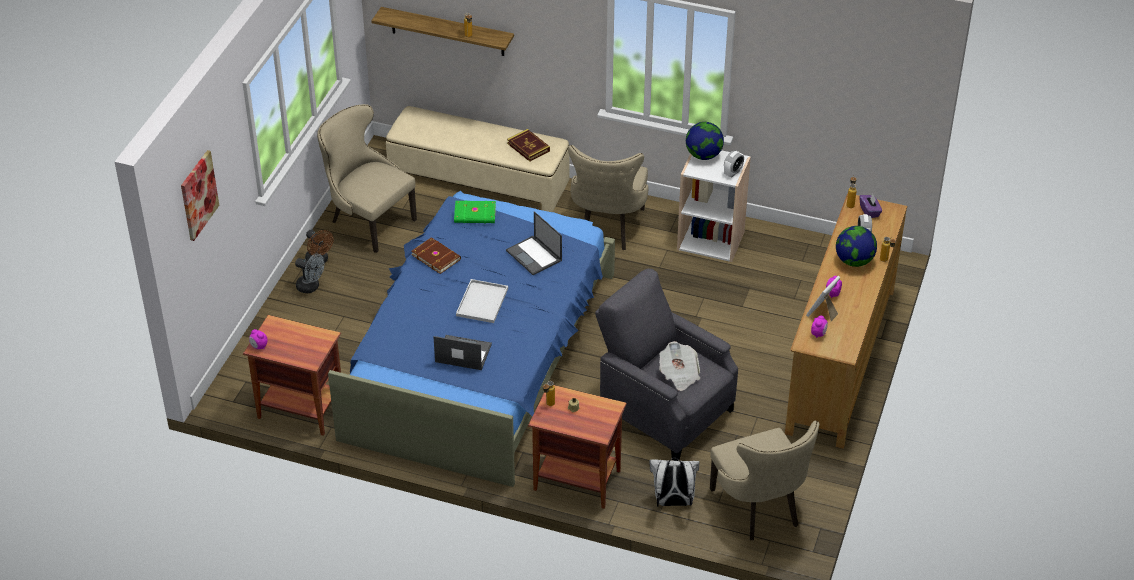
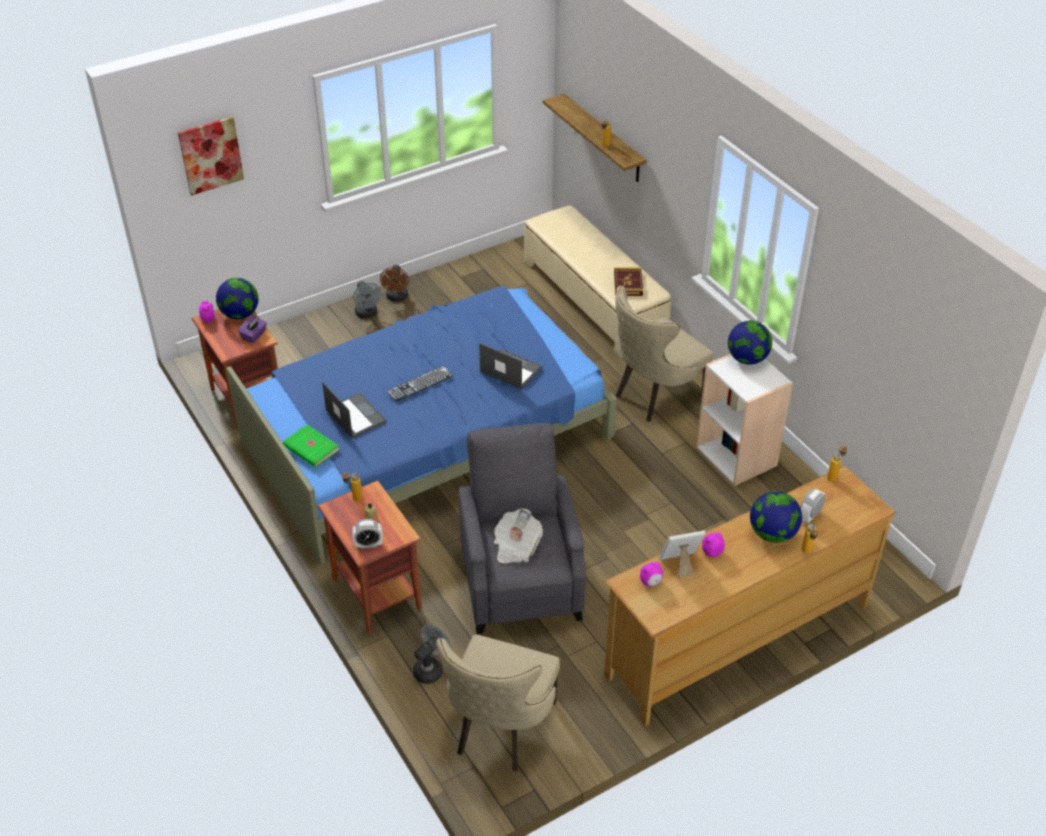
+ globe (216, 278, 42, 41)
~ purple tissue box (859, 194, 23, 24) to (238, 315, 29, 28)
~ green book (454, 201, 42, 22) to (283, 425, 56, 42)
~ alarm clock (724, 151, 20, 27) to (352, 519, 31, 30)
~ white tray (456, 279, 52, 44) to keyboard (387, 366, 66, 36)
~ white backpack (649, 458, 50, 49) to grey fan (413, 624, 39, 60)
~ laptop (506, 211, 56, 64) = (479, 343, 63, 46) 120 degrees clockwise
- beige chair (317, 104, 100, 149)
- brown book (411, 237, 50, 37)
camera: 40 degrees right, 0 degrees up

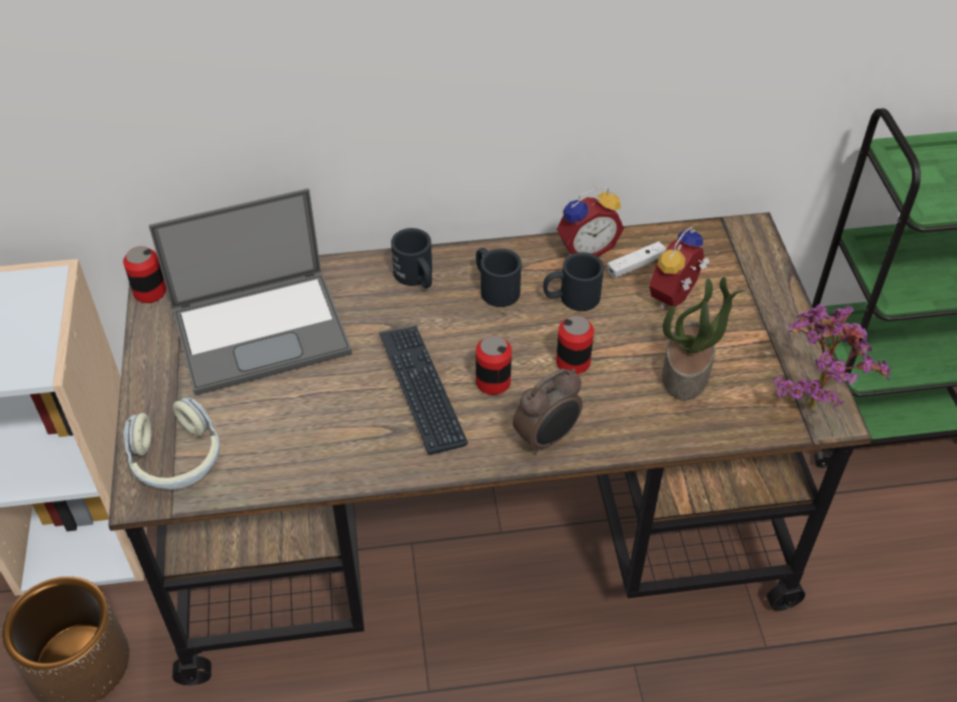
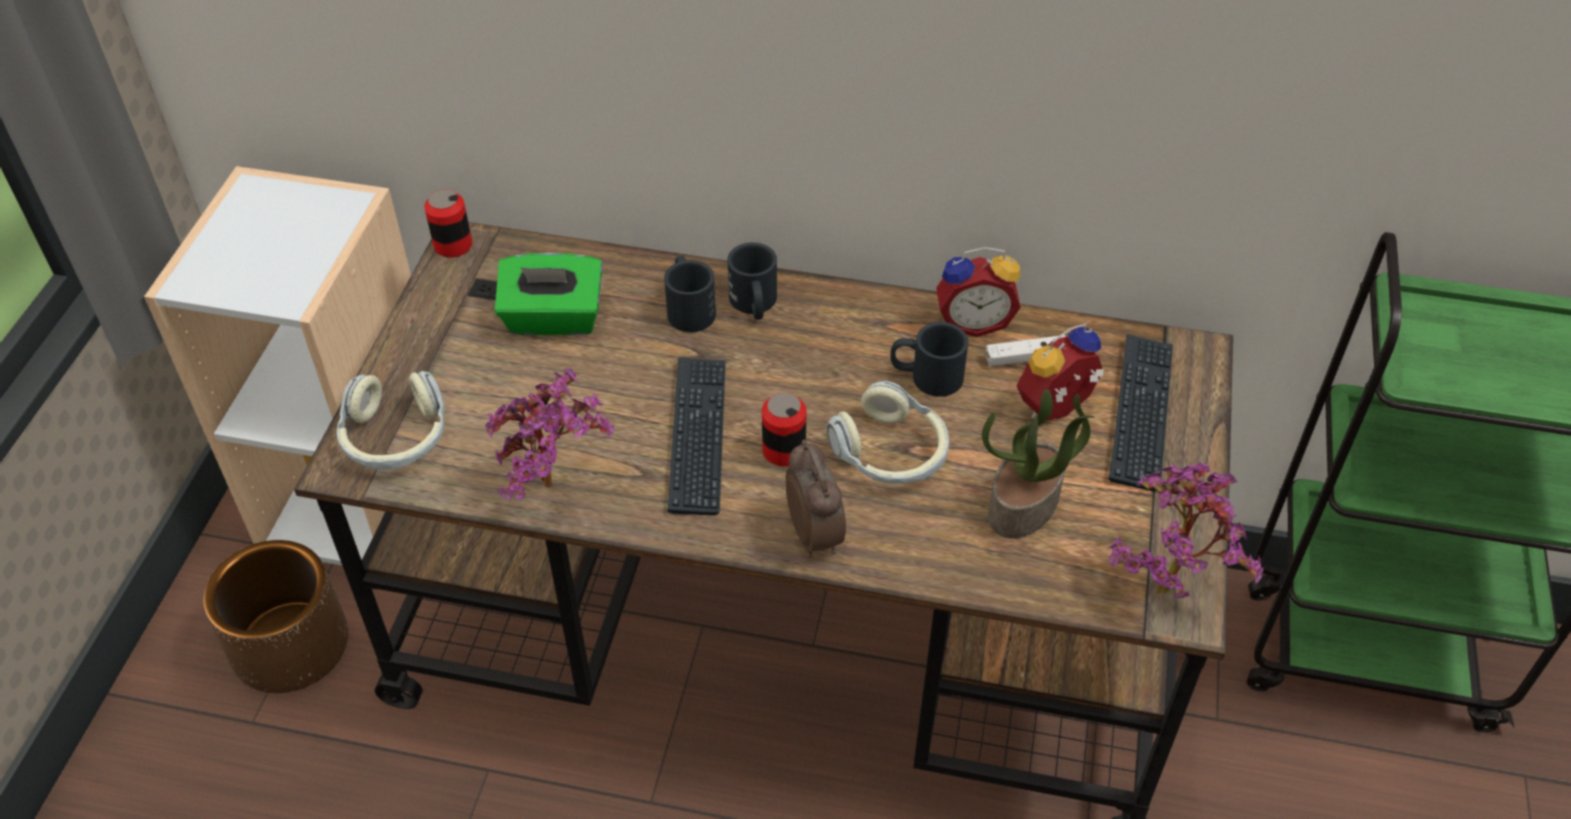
+ potted plant (485, 369, 129, 132)
~ laptop (149, 188, 203, 208) to green tissue box (494, 253, 109, 82)
~ black mug (476, 248, 46, 59) to (664, 256, 52, 76)
~ alarm clock (513, 368, 70, 87) = (786, 440, 60, 117) 90 degrees counterclockwise
~ can (556, 316, 38, 58) to headphones (827, 381, 122, 103)
+ keyboard (1108, 334, 65, 158)
camera: 20 degrees right, 0 degrees up

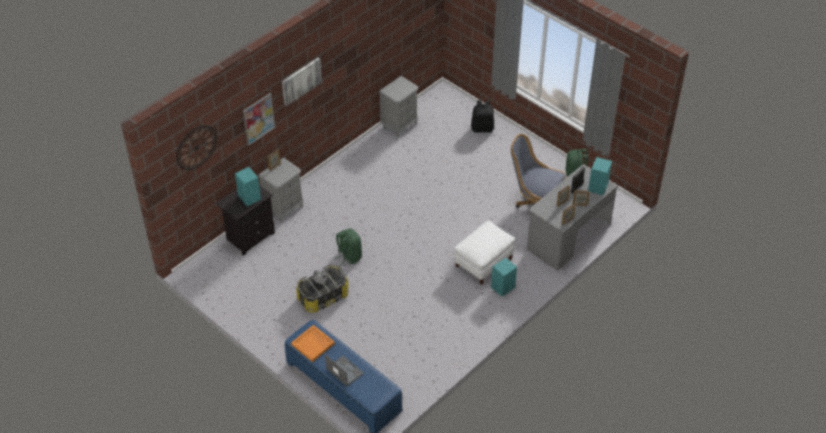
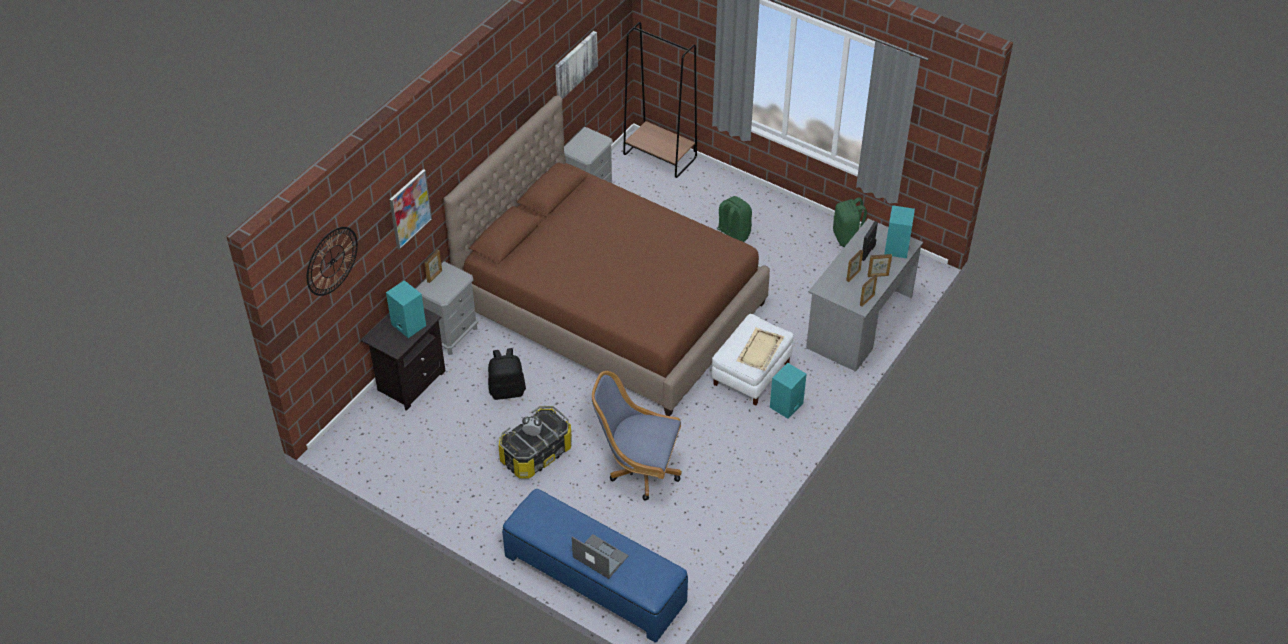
+ brown bed (443, 96, 327, 320)
~ black backpack (471, 100, 23, 33) to (488, 348, 38, 52)
~ picture (282, 58, 40, 49) to (555, 31, 43, 68)
~ blue office chair (511, 134, 55, 74) to (592, 371, 90, 130)
+ clothes rack (623, 22, 74, 156)
~ green backpack (334, 228, 28, 38) to (717, 196, 35, 46)
+ beige tray (736, 327, 48, 44)
- orange tray (291, 325, 44, 37)
camera: 10 degrees left, 0 degrees up

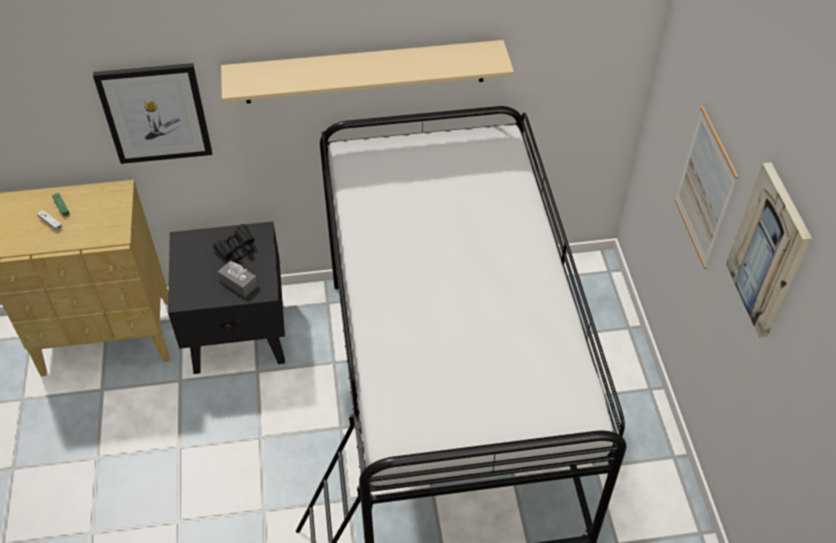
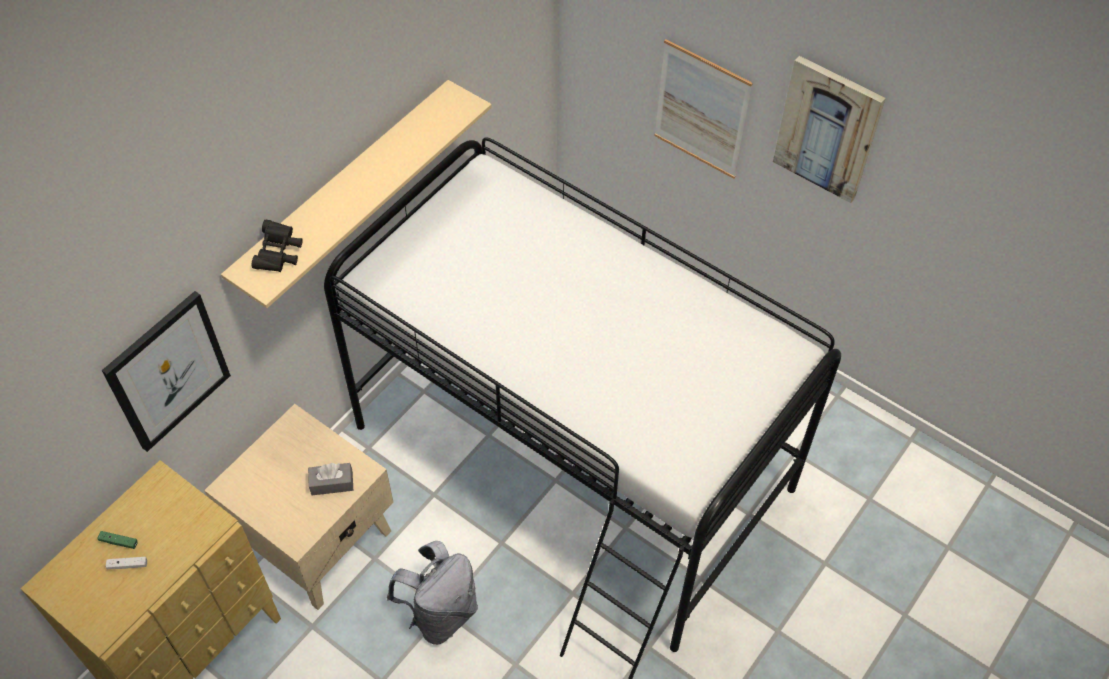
~ black nightstand (168, 221, 117, 153) to beige nightstand (204, 404, 189, 206)
~ black binoculars (213, 224, 42, 38) to (252, 219, 51, 53)
+ grey backpack (387, 541, 91, 104)
camera: 45 degrees left, 5 degrees up

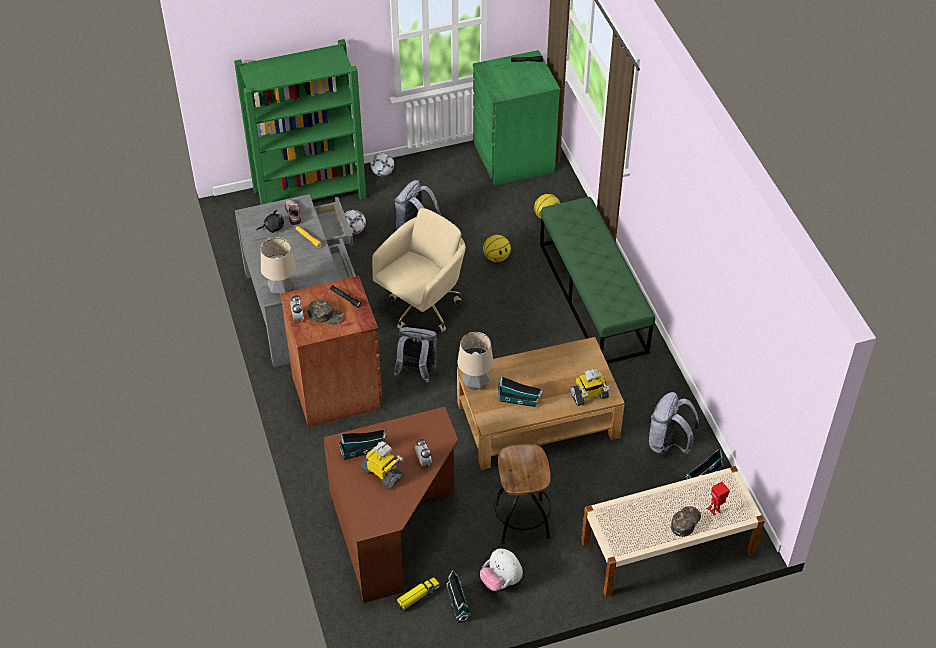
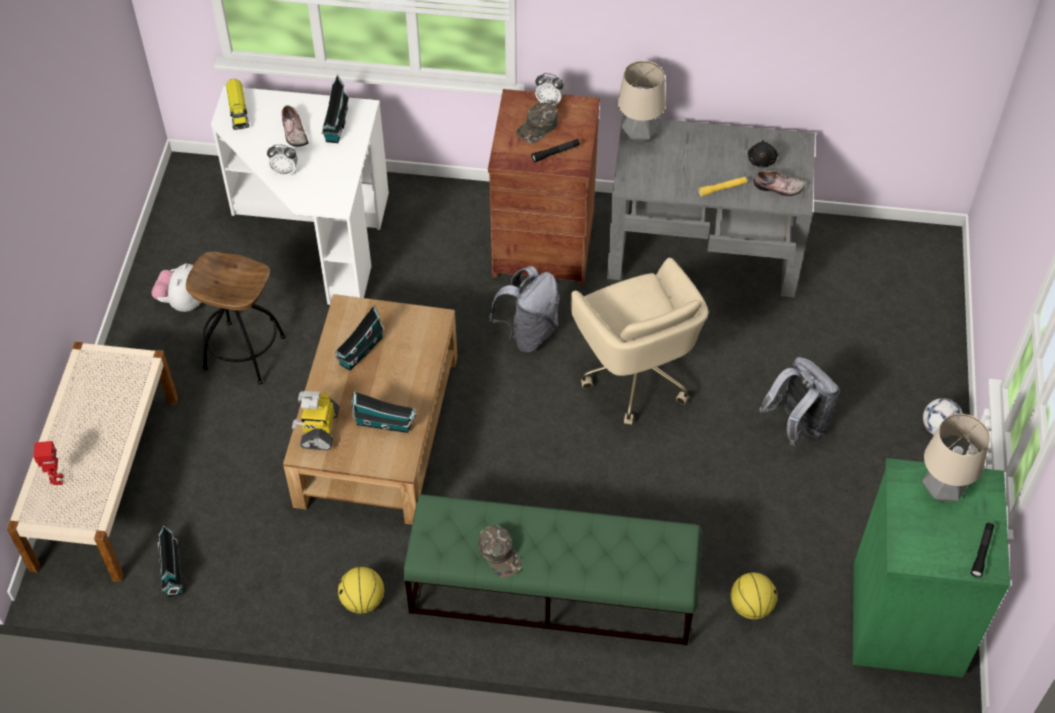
~ plush toy (480, 548, 43, 43) = (151, 263, 50, 49) 60 degrees counterclockwise
~ brown desk (323, 407, 135, 196) to white desk (211, 86, 178, 219)
~ toy truck (396, 577, 44, 35) to (226, 79, 23, 51)
~ toy robot (361, 441, 43, 48) to shoe (282, 105, 26, 42)
~ basketball (483, 235, 28, 27) to (338, 567, 46, 47)
~ toy house (446, 570, 25, 53) to (351, 391, 66, 42)
~ green cap (671, 506, 30, 31) to (478, 525, 44, 53)
~ table lamp (457, 332, 37, 59) to (922, 414, 68, 88)
- green bookcase (234, 39, 132, 166)
- football (345, 210, 21, 25)
- grey backpack (649, 392, 50, 62)
camera: 115 degrees right, 5 degrees up

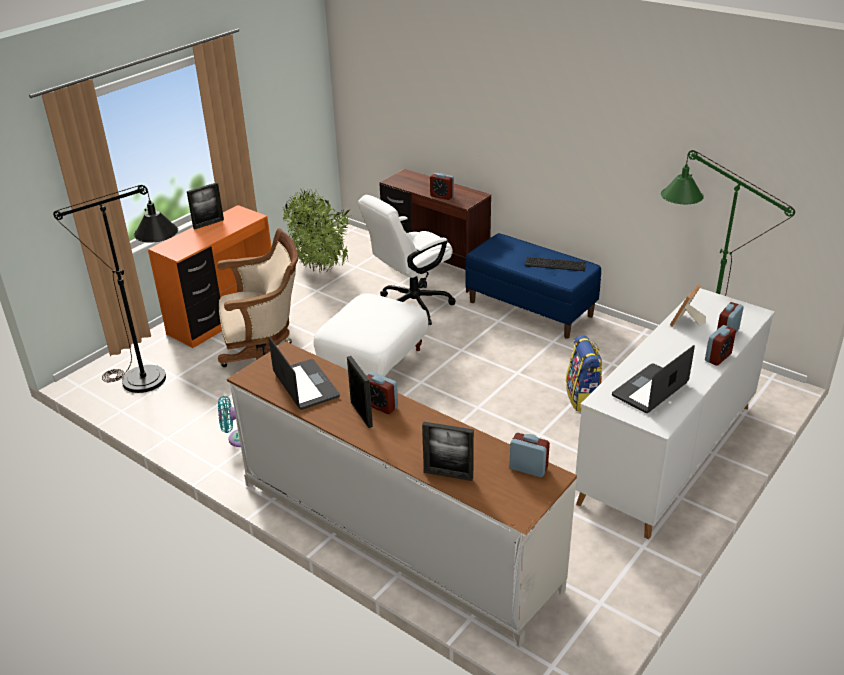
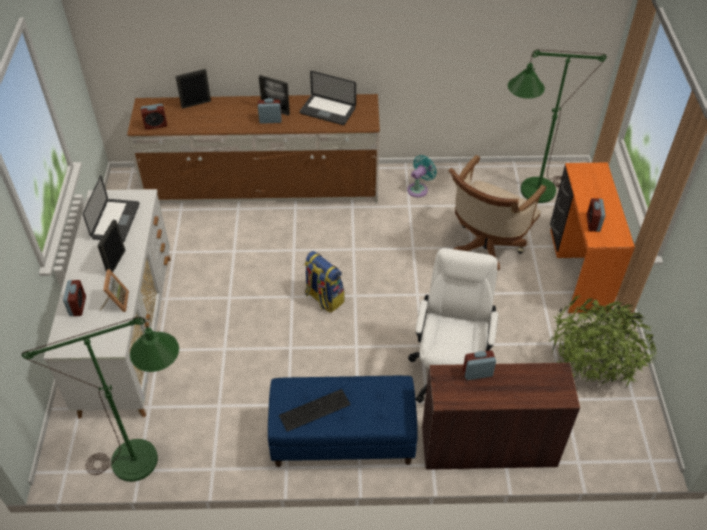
~ picture frame (187, 182, 37, 47) to (97, 220, 29, 52)
~ backpack (566, 335, 36, 76) to (304, 251, 40, 62)
~ black floor lamp (53, 185, 125, 208) to green floor lamp (508, 49, 99, 154)
~ alarm clock (705, 325, 31, 41) to (587, 198, 18, 34)
- white ottoman (314, 293, 114, 83)
camera: 140 degrees right, 15 degrees up

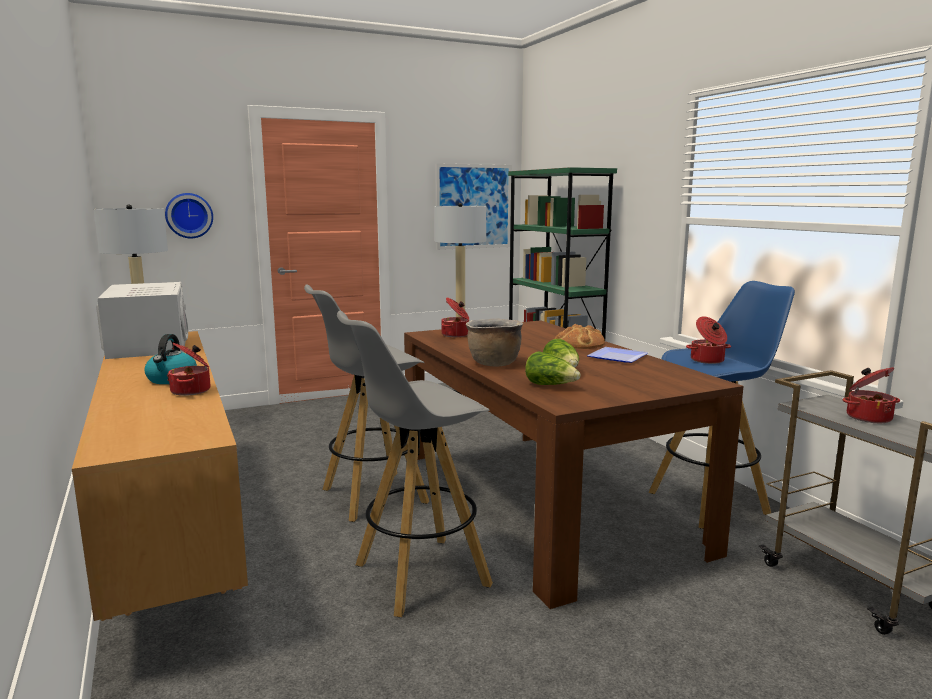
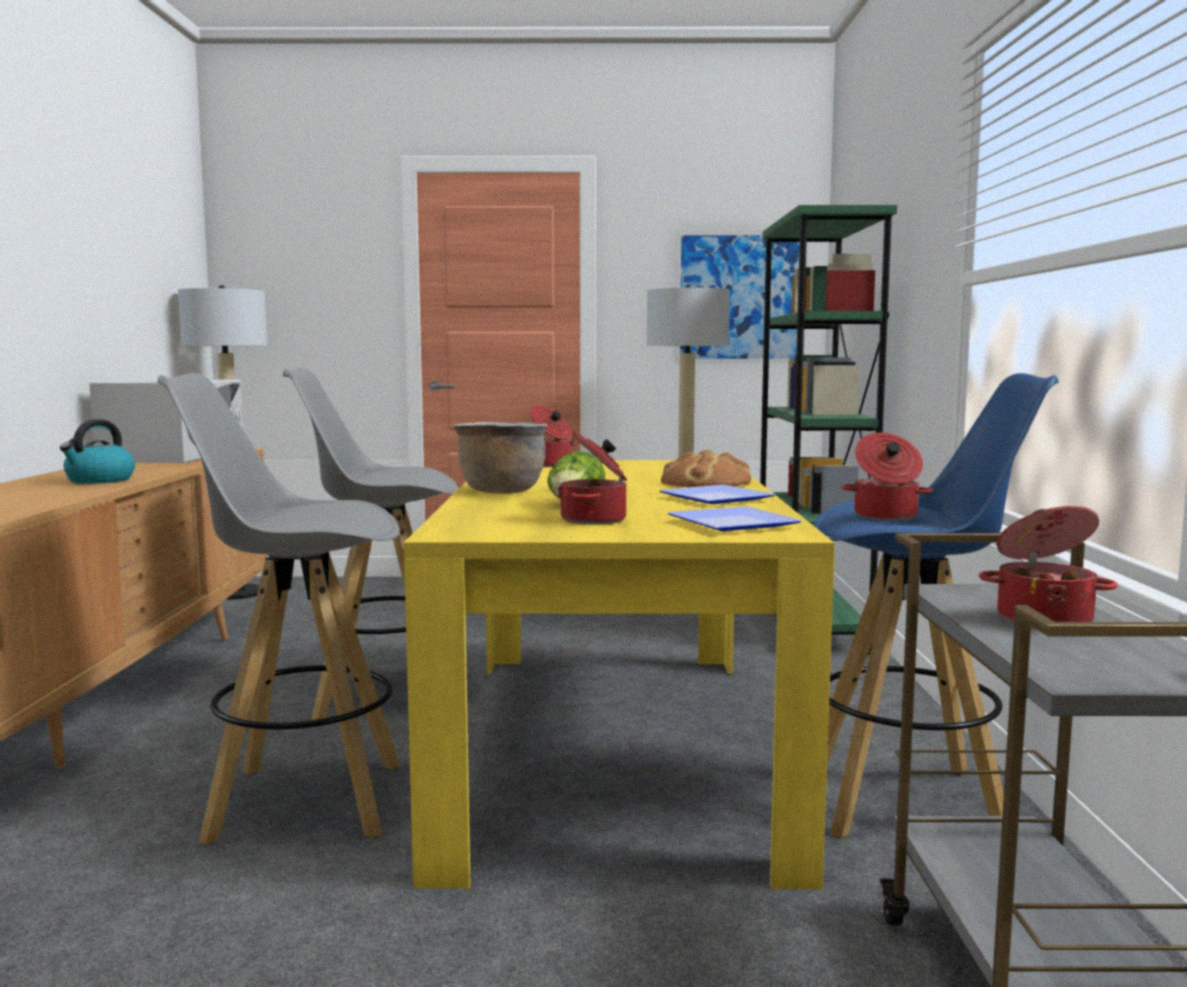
~ brown dining table (404, 320, 340, 289) to yellow dining table (404, 460, 431, 429)
~ cooking pot (167, 343, 44, 53) to (558, 432, 69, 93)
+ plate (668, 506, 133, 25)
- wall clock (165, 193, 48, 45)
- lettuce (525, 351, 56, 34)
camera: 25 degrees right, 5 degrees down

